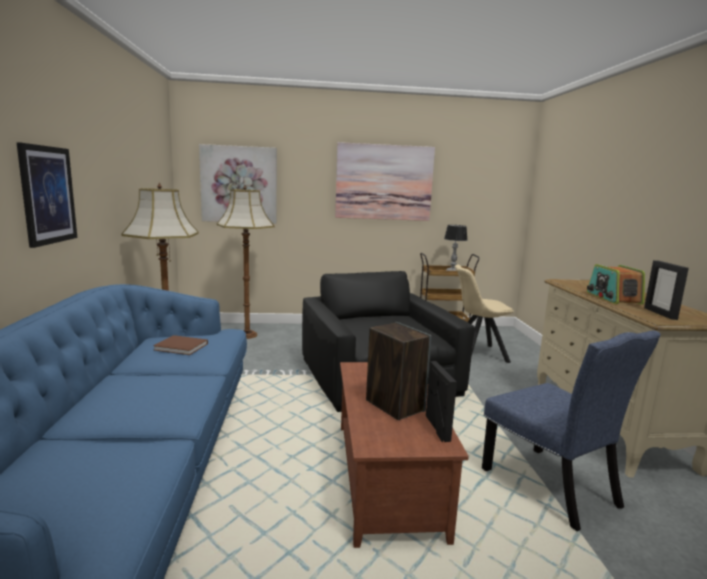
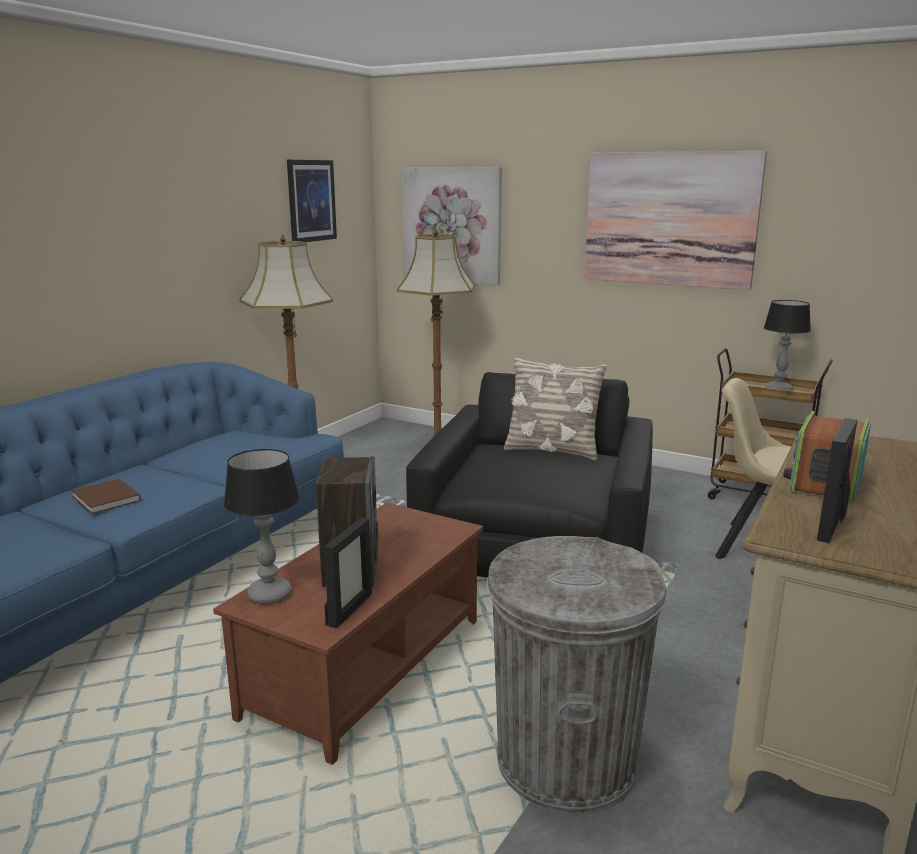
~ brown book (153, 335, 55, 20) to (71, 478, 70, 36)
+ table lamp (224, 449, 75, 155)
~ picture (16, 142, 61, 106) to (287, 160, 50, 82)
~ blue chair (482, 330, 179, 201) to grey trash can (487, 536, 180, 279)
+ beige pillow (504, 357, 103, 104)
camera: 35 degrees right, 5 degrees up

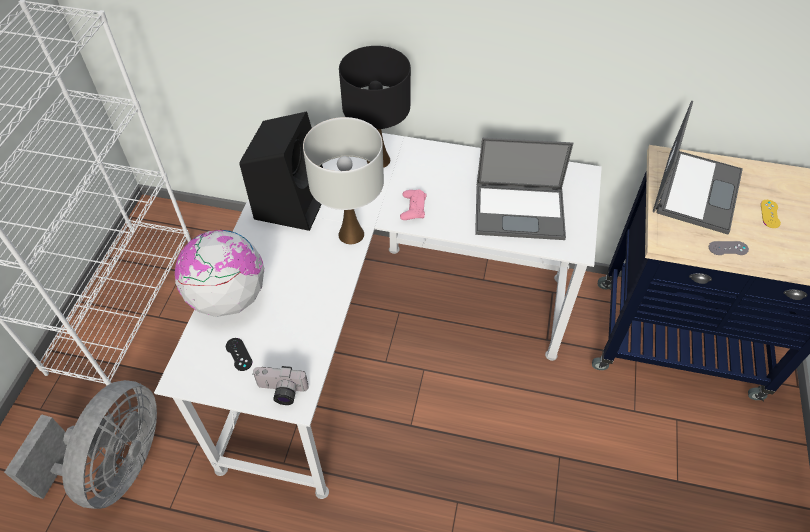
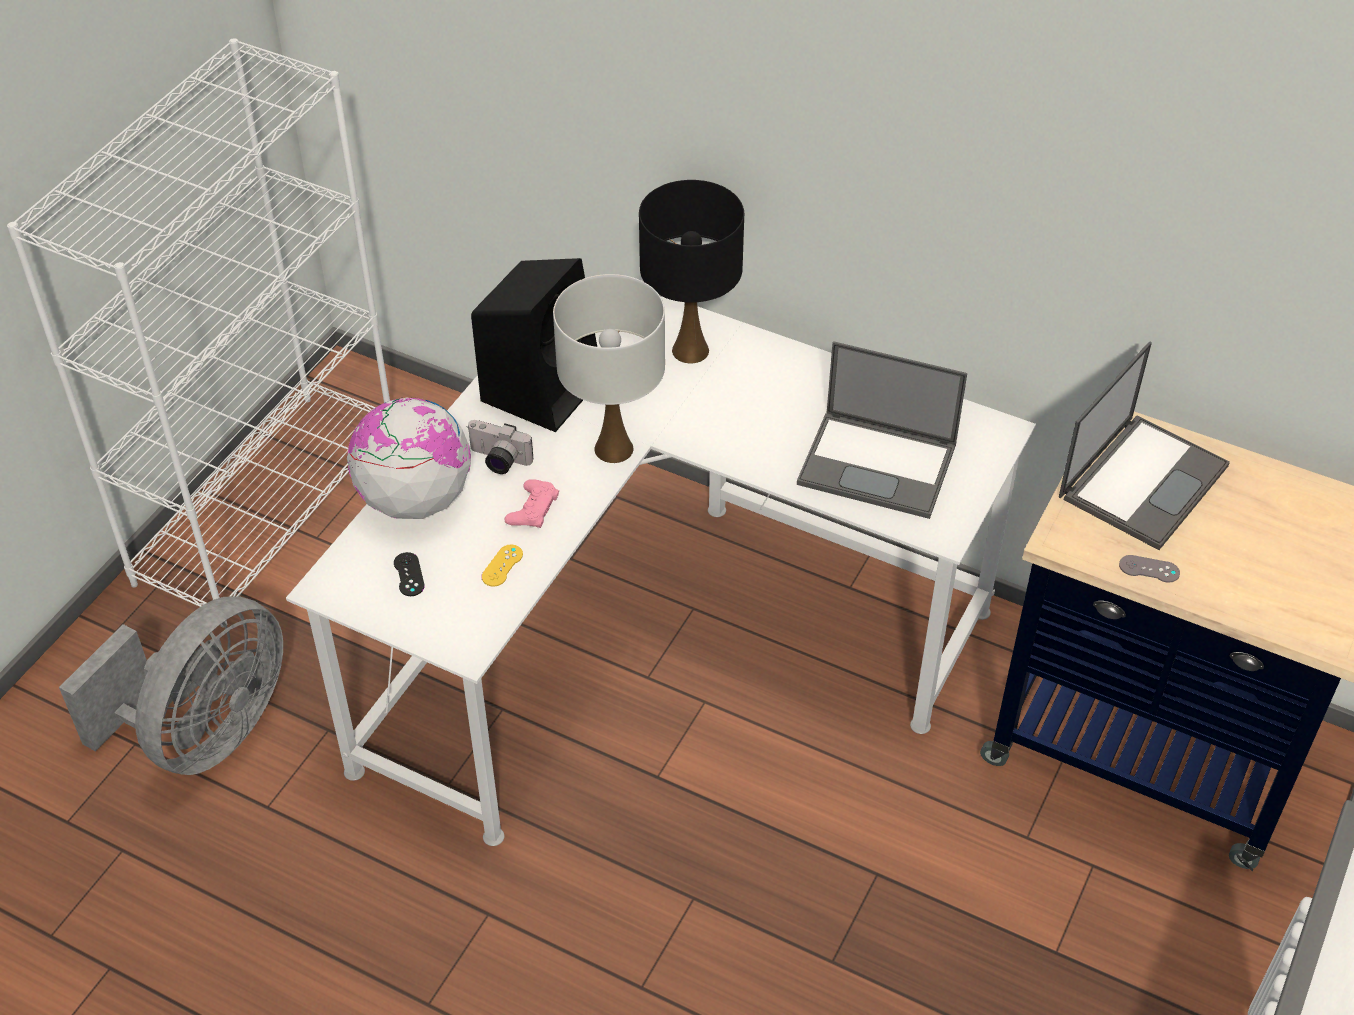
~ photo camera (252, 366, 57, 39) to (467, 420, 66, 54)
~ yellow game controller (761, 200, 20, 28) to (481, 545, 42, 41)
~ pink game controller (400, 190, 27, 30) to (505, 479, 54, 49)
camera: 15 degrees right, 5 degrees down

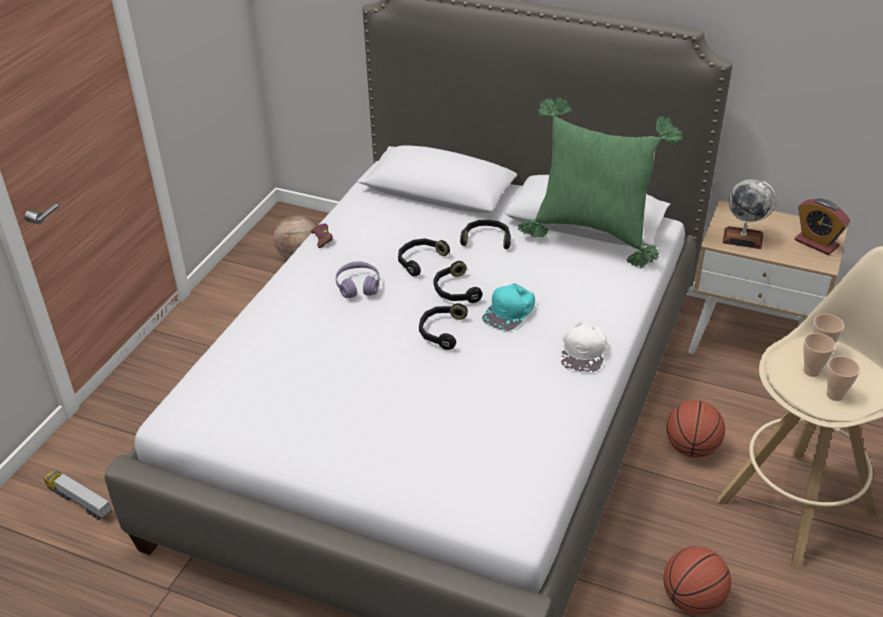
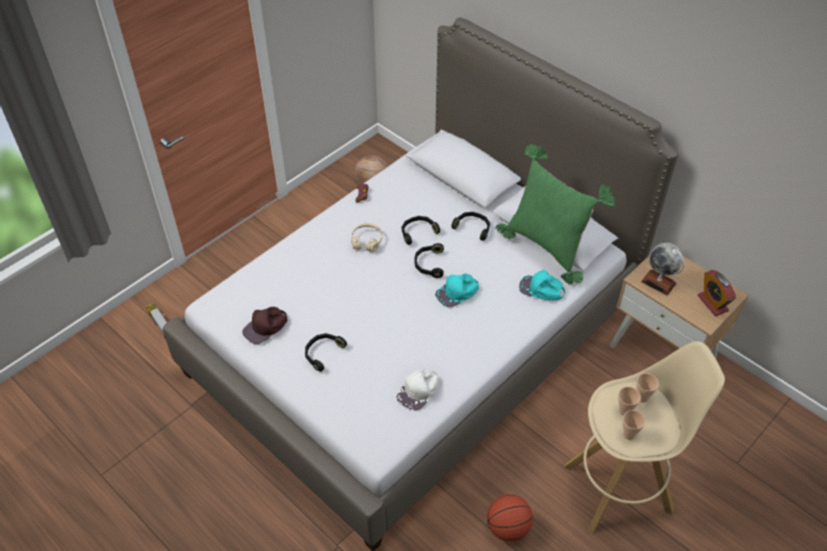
+ brown cap (242, 307, 45, 37)
~ black headphones (419, 303, 49, 47) to (305, 333, 42, 39)
~ purple headphones (335, 261, 45, 37) to beige headphones (351, 223, 32, 29)
~ white cap (561, 321, 46, 51) to (396, 368, 43, 43)
+ turquoise cap (519, 270, 46, 30)
- basketball (667, 400, 58, 58)
camera: 20 degrees right, 10 degrees up

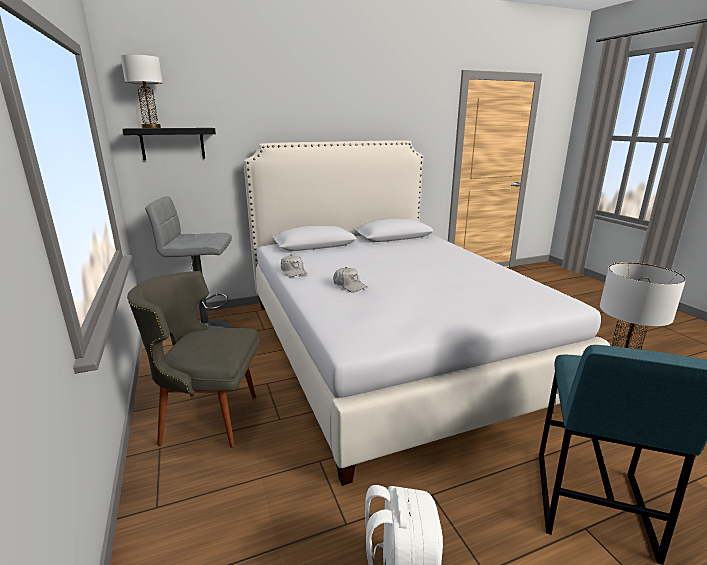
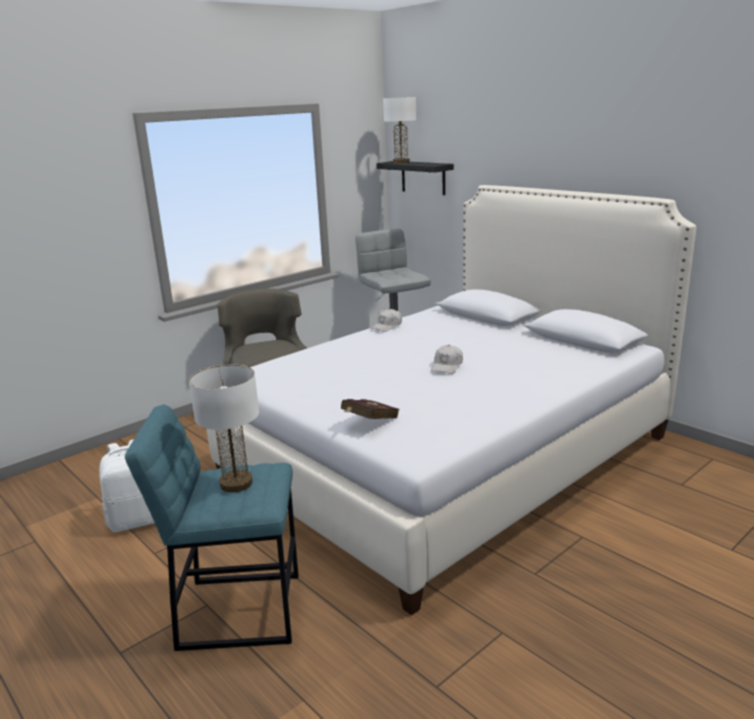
+ red book (341, 399, 58, 20)
~ white cap (333, 267, 34, 25) to (431, 345, 32, 29)
camera: 70 degrees right, 0 degrees up

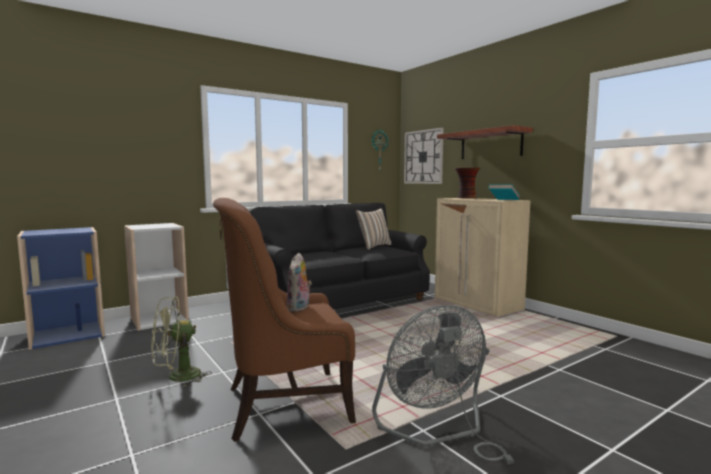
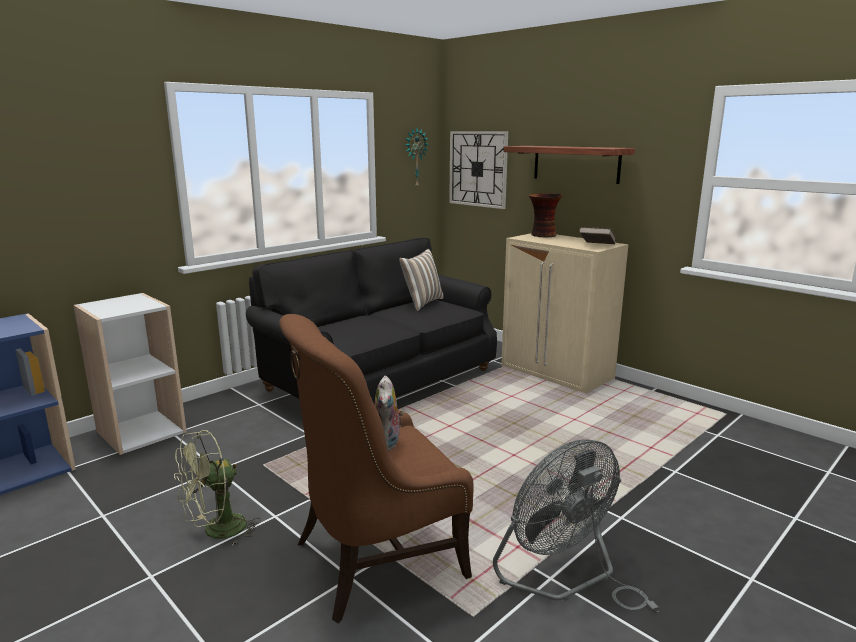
~ turquoise book (488, 184, 32, 16) to brown book (579, 227, 37, 17)
camera: 10 degrees left, 10 degrees up

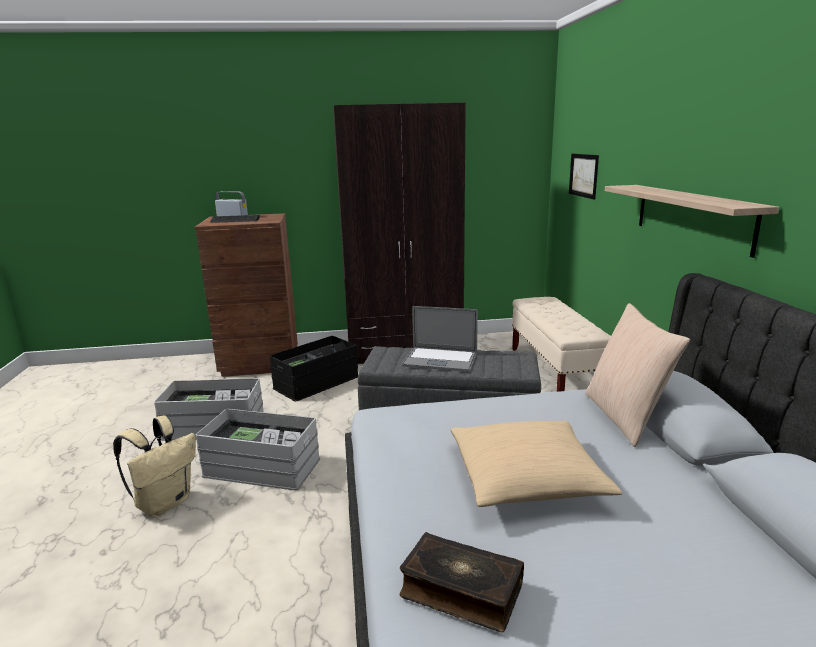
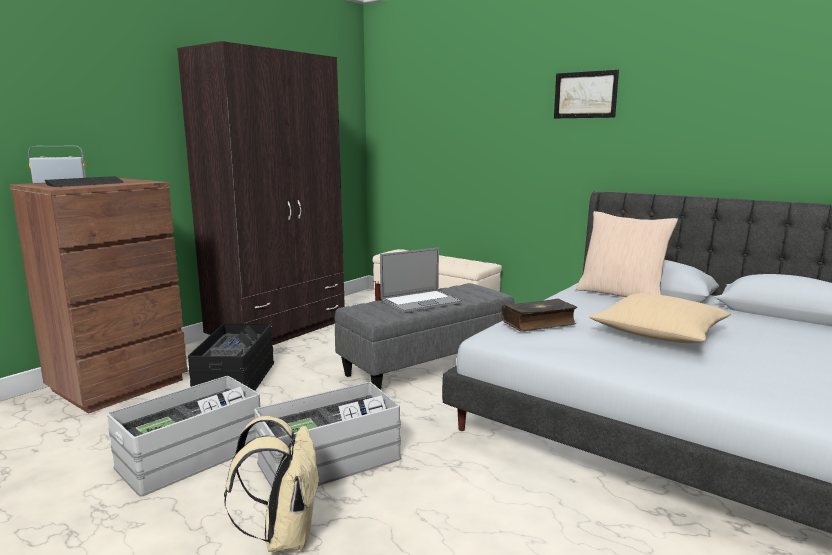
~ book (400, 532, 124, 101) to (501, 299, 76, 33)
~ picture (569, 154, 30, 45) to (554, 70, 65, 49)
- shelf (605, 185, 174, 73)
camera: 45 degrees left, 5 degrees down

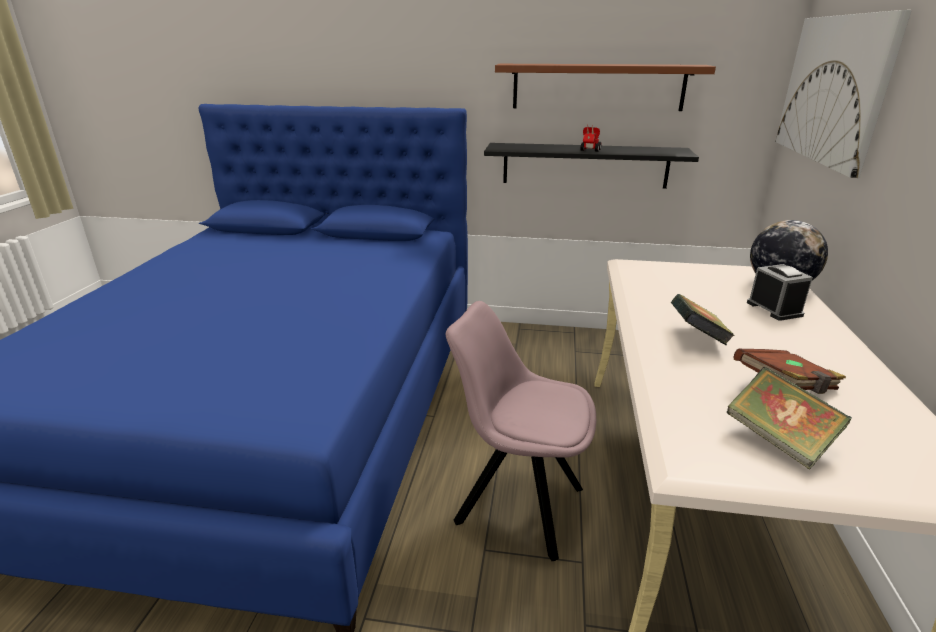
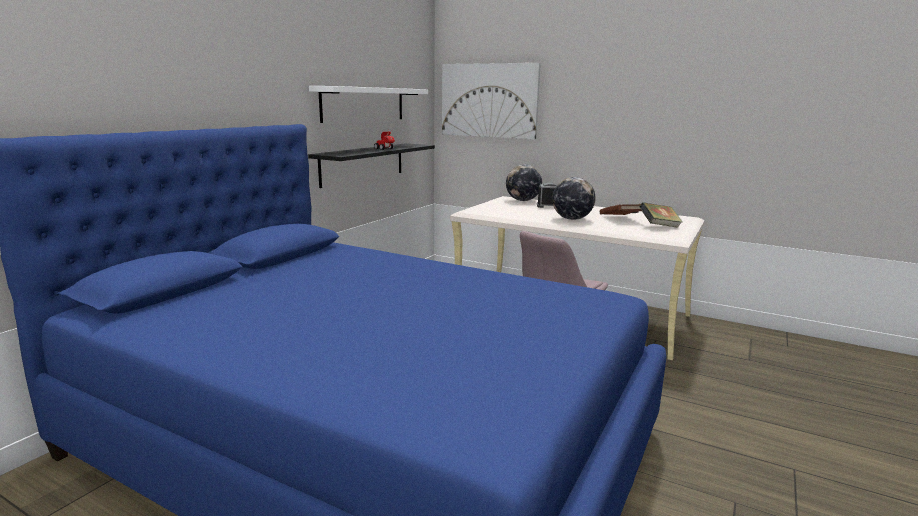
~ brown shelf (495, 64, 221, 47) to white shelf (309, 86, 119, 37)
~ book (671, 294, 64, 51) to globe (552, 177, 43, 43)
camera: 70 degrees left, 10 degrees down

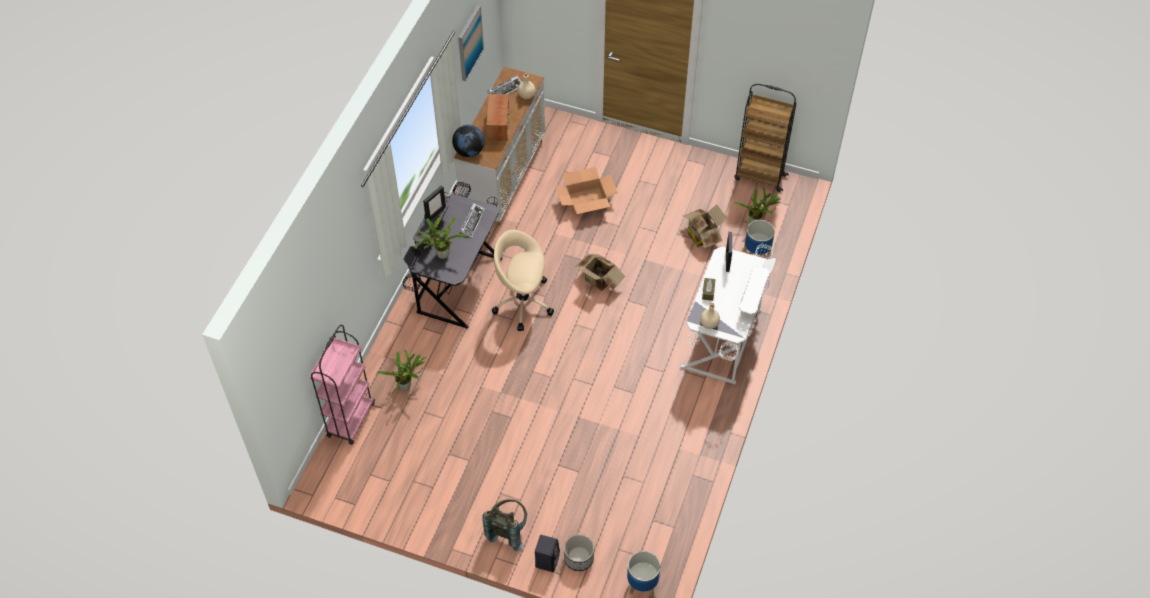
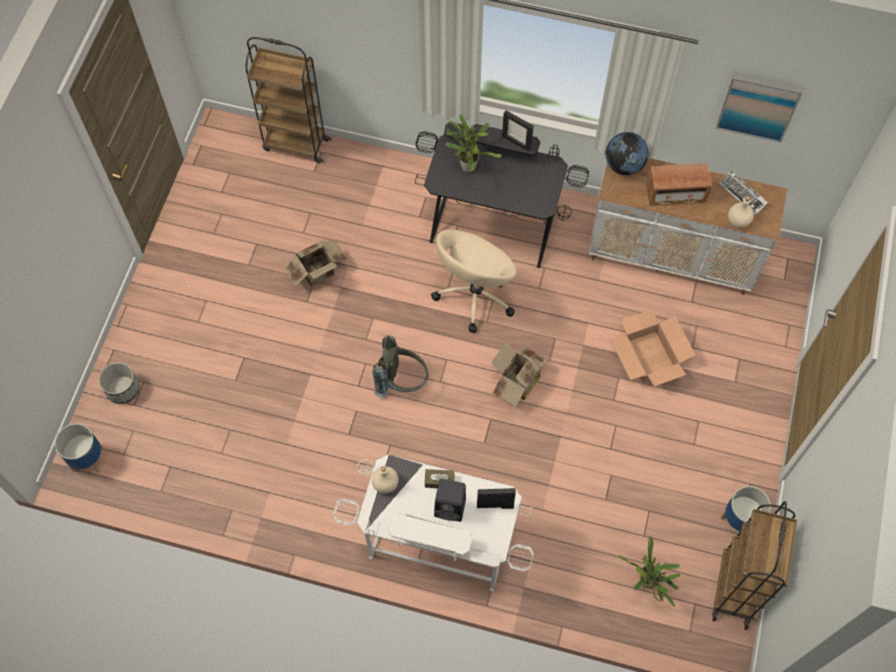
~ pink cart (310, 325, 65, 120) to brown cart (246, 37, 86, 126)
~ cardboard box (684, 204, 43, 44) to (283, 240, 65, 47)
~ grey backpack (482, 499, 45, 52) to (372, 335, 57, 63)
~ beige office chair (492, 230, 62, 101) = (431, 229, 86, 104) 150 degrees counterclockwise
~ black speaker (535, 535, 25, 37) to (434, 479, 32, 43)
~ planter (743, 220, 32, 37) to (721, 486, 50, 51)
- potted plant (376, 350, 50, 43)
- keyboard (460, 203, 25, 35)
camera: 85 degrees right, 10 degrees up

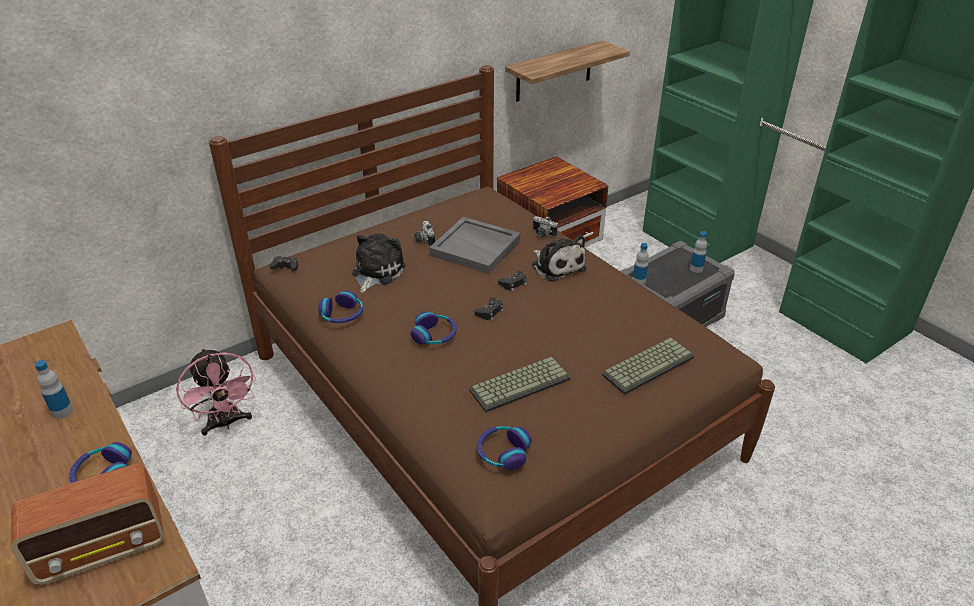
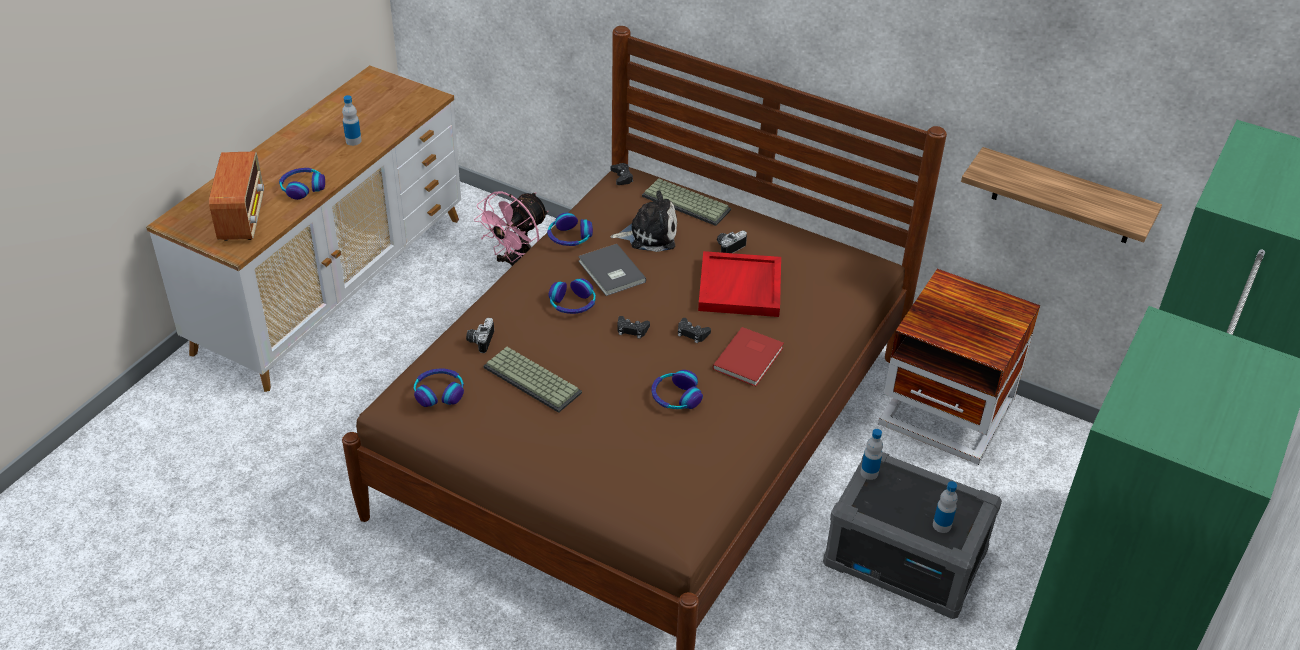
~ radio (11, 464, 153, 121) = (209, 152, 55, 89) 135 degrees counterclockwise
~ photo camera (533, 216, 25, 22) to (466, 318, 28, 35)
+ grey book (578, 244, 68, 52)
~ keyboard (602, 338, 92, 56) to (642, 178, 89, 48)
+ headphones (651, 370, 52, 39)
~ grey tray (429, 217, 91, 57) to red tray (698, 251, 83, 66)
~ plush toy (532, 235, 54, 47) to red book (712, 327, 72, 60)
camera: 65 degrees right, 5 degrees up

